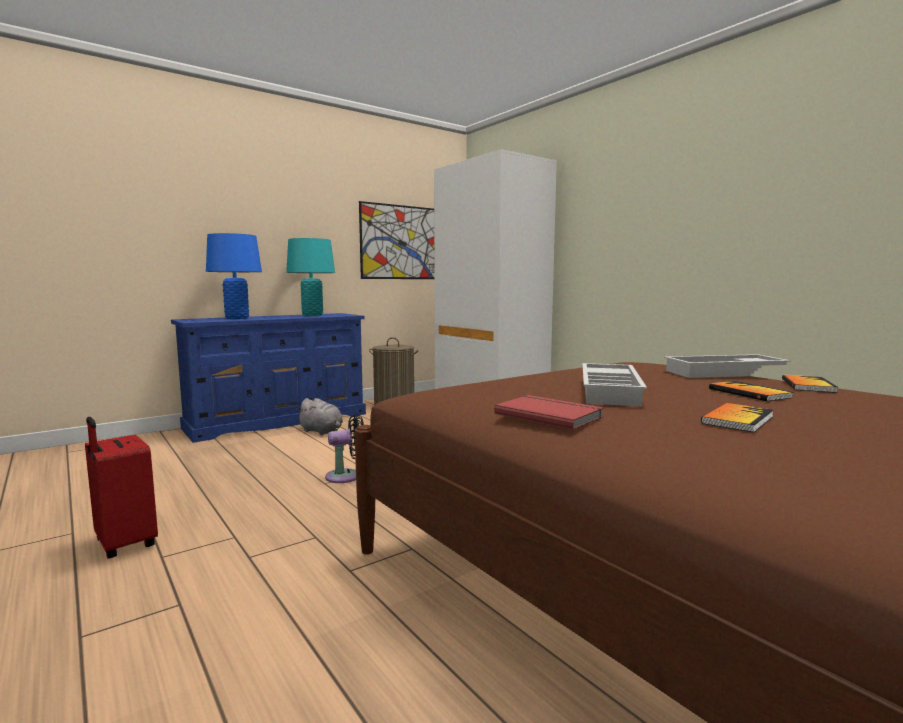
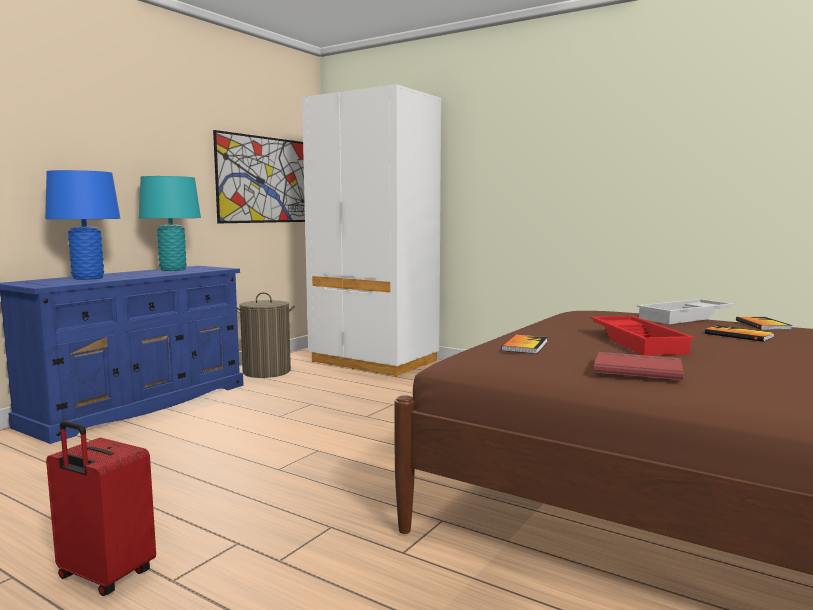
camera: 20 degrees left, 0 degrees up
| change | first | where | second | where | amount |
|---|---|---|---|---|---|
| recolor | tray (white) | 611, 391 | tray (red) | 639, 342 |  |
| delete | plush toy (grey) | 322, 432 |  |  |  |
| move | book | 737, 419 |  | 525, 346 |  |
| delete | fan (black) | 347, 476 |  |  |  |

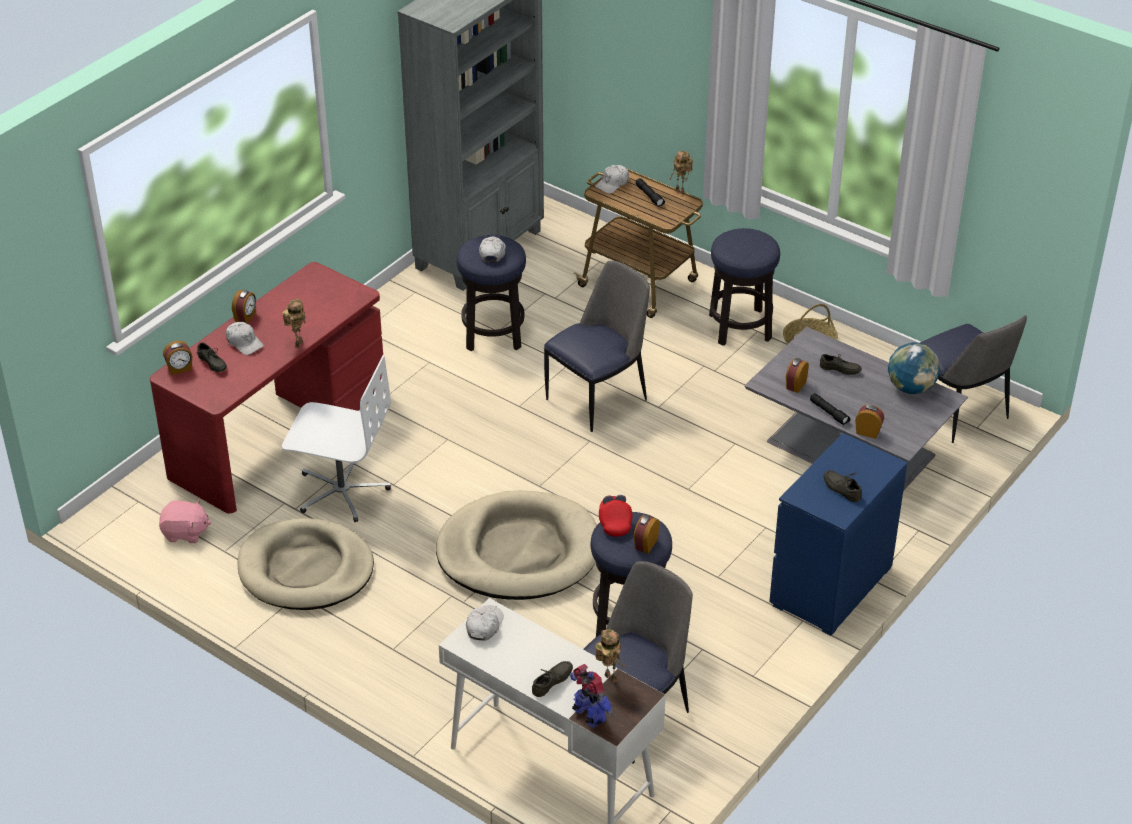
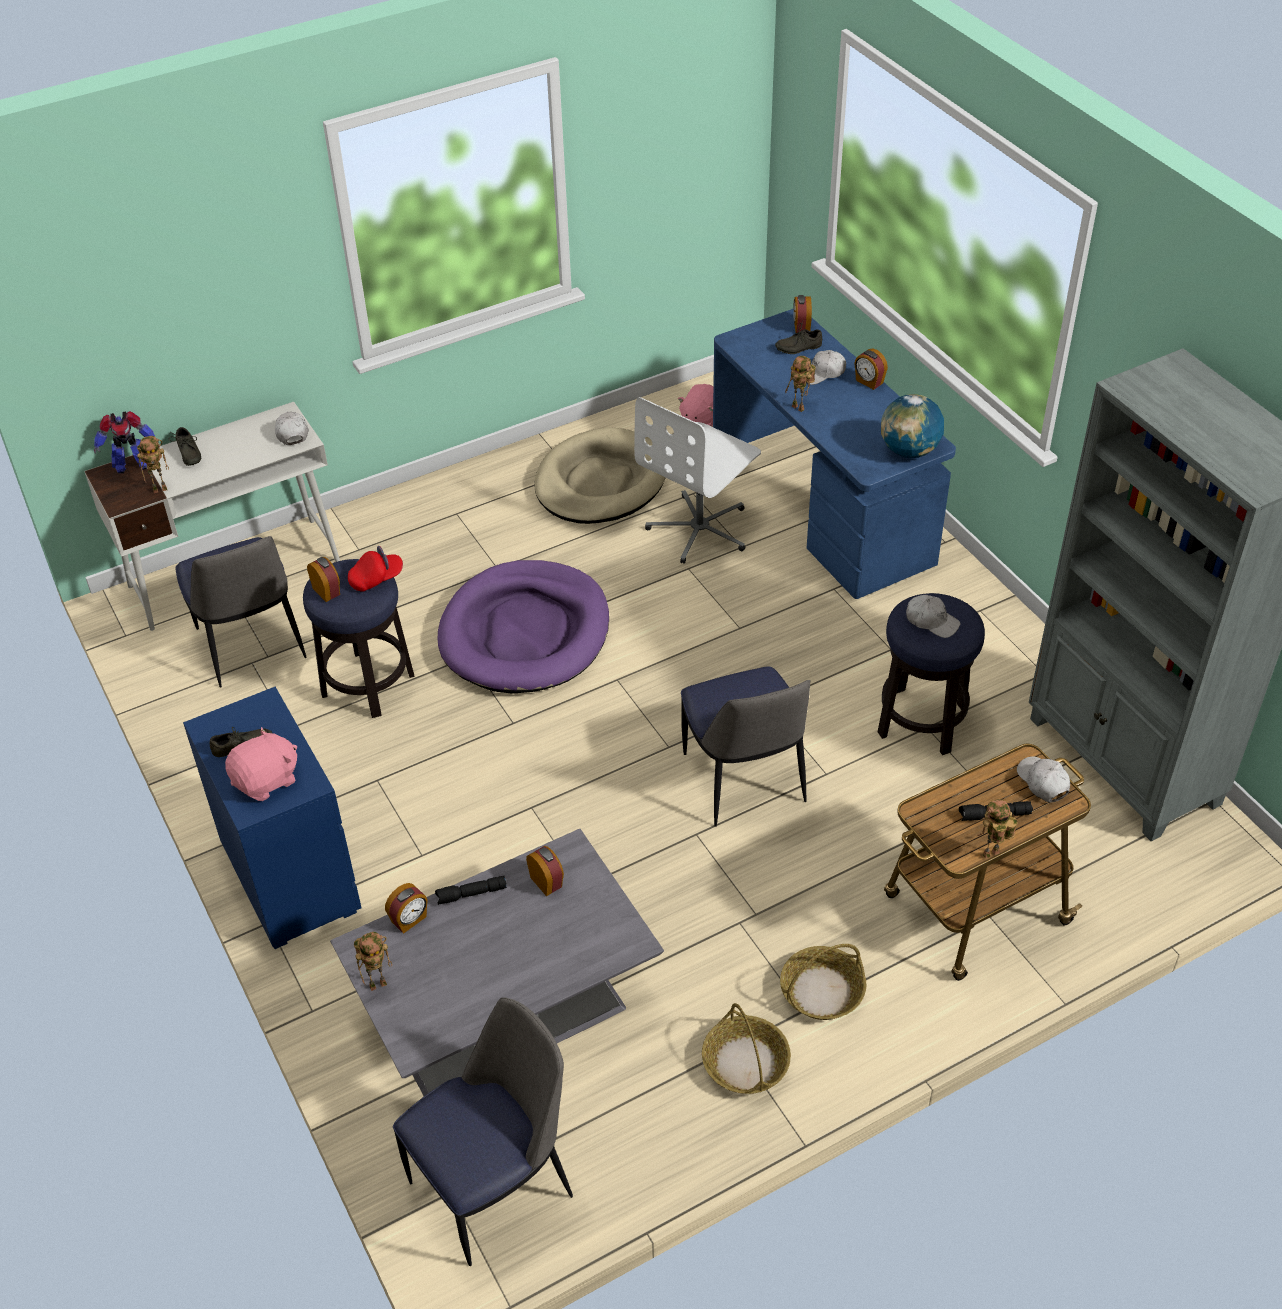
camera: 115 degrees right, 5 degrees up
| change | first | where | second | where | amount |
|---|---|---|---|---|---|
| replace | stool | 740, 327 | basket | 821, 992 |  |
| recolor | desk (red) | 278, 432 | desk (blue) | 822, 505 |  |
| rotate | chair | 958, 412 |  | 495, 1185 | 150 degrees clockwise |
| move | globe | 911, 388 |  | 909, 451 |  |
| delete | shoe (grey) | 839, 370 |  |  |  |
| recolor | dog bed (beige) | 518, 552 | dog bed (purple) | 525, 633 |  |
| rotate | cap (red) | 614, 522 |  | 376, 579 | 45 degrees counterclockwise |
| rotate | cap (white) | 484, 625 |  | 291, 432 | 150 degrees counterclockwise |
| insert |  |  | plush toy (pink) | 267, 780 |  |
| insert |  |  | toy robot | 378, 983 |  |

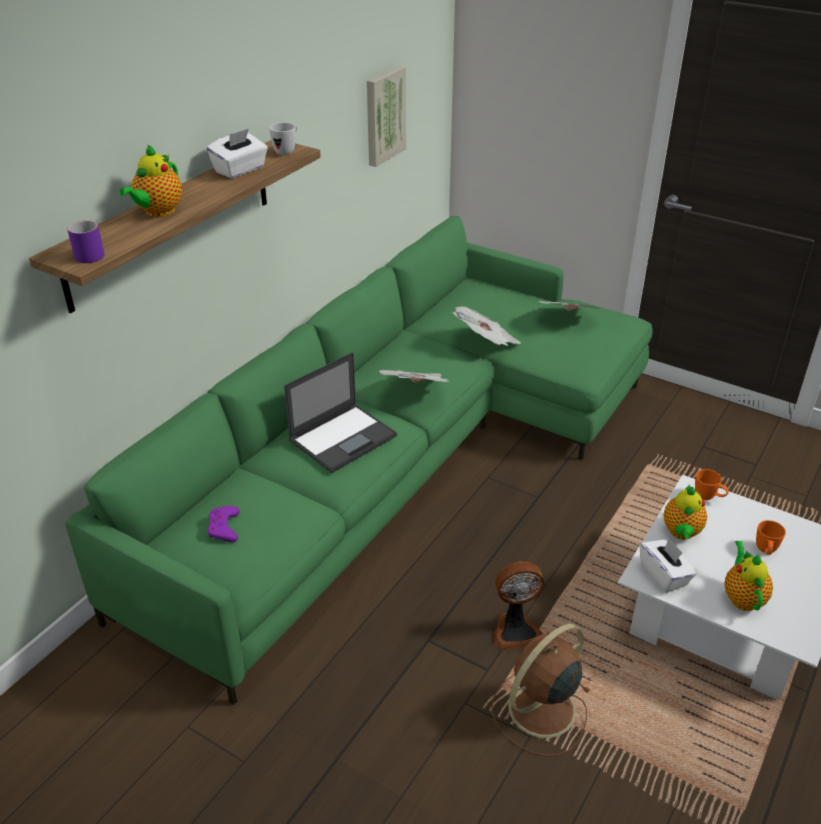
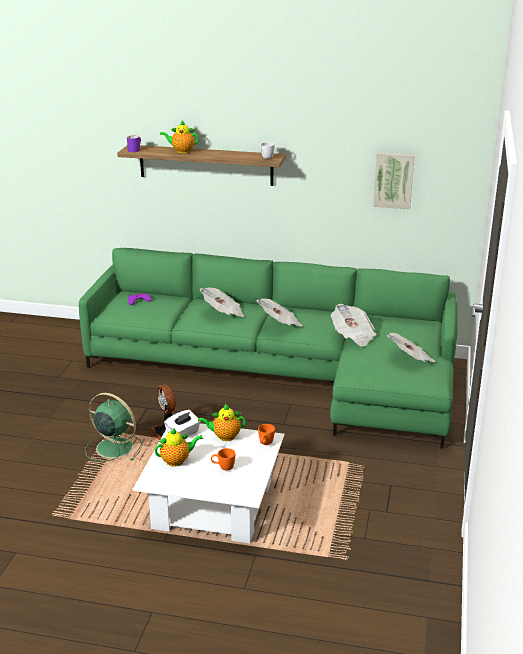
camera: 70 degrees right, 10 degrees down
| change | first | where | second | where | amount |
|---|---|---|---|---|---|
| delete | tissue box (white) | 240, 170 |  |  |  |
| replace | laptop | 343, 437 | newspaper | 223, 313 |  |
| recolor | fan (brown) | 539, 710 | fan (green) | 113, 447 |  |

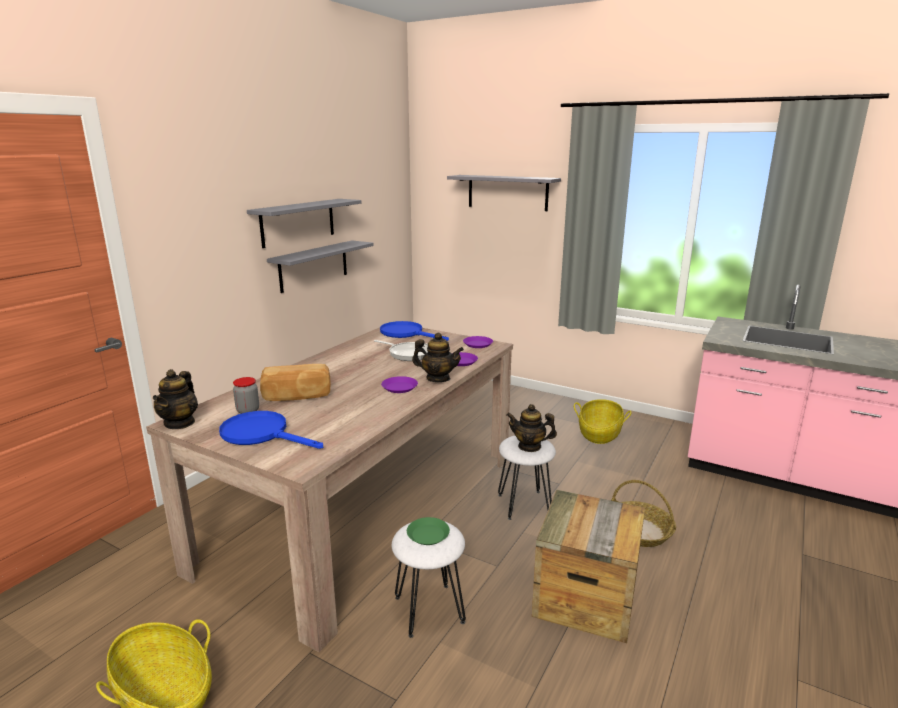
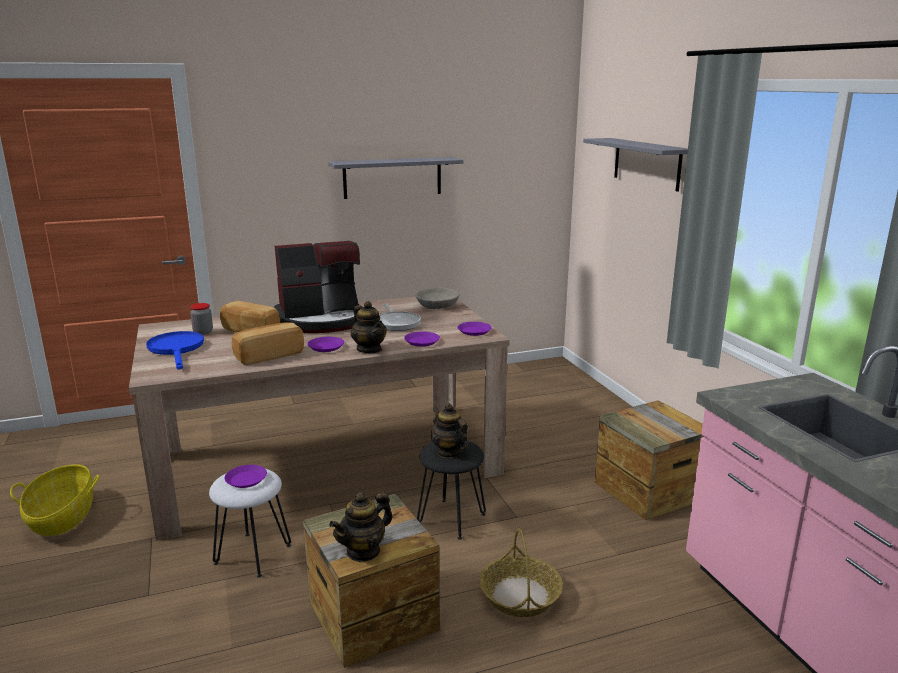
camera: 40 degrees right, 0 degrees up
| change | first | where | second | where | amount |
|---|---|---|---|---|---|
| delete | shelf (grey) | 314, 266 |  |  |  |
| replace | frying pan (blue) | 406, 333 | bowl (grey) | 437, 306 |  |
| move | teapot | 180, 423 |  | 363, 551 |  |
| replace | basket | 599, 433 | crate | 648, 490 |  |
| recolor | stool (white) | 524, 505 | stool (black) | 451, 519 |  |
| recolor | plate (green) | 428, 534 | plate (purple) | 246, 479 |  |
| insert |  |  | coffee machine | 322, 320 |  |
| insert |  |  | bread | 268, 355 |  |

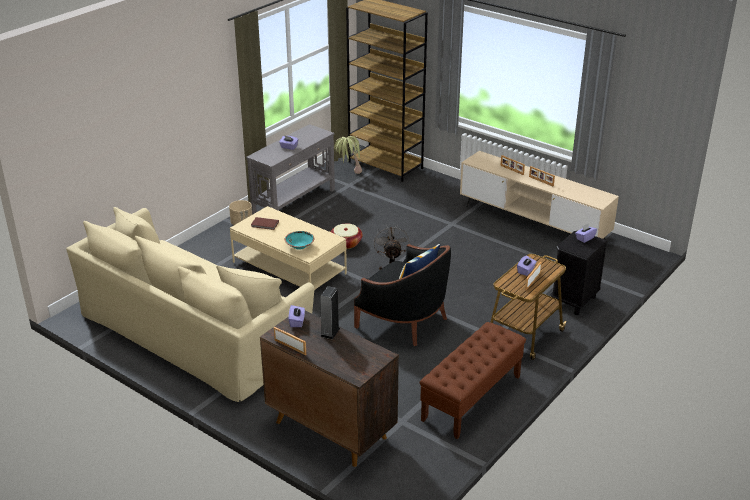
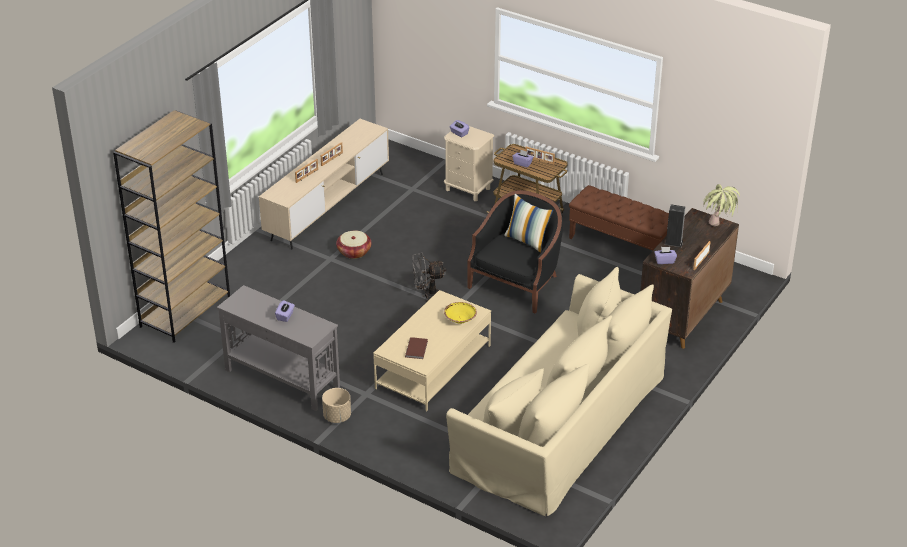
camera: 95 degrees left, 5 degrees up
| change | first | where | second | where | amount |
|---|---|---|---|---|---|
| move | potted plant | 348, 173 |  | 717, 231 |  |
| move | basket | 346, 243 |  | 354, 252 |  |
| recolor | bowl (turquoise) | 299, 246 | bowl (yellow) | 460, 319 |  |
| recolor | nightstand (black) | 574, 301 | nightstand (beige) | 468, 189 |  |

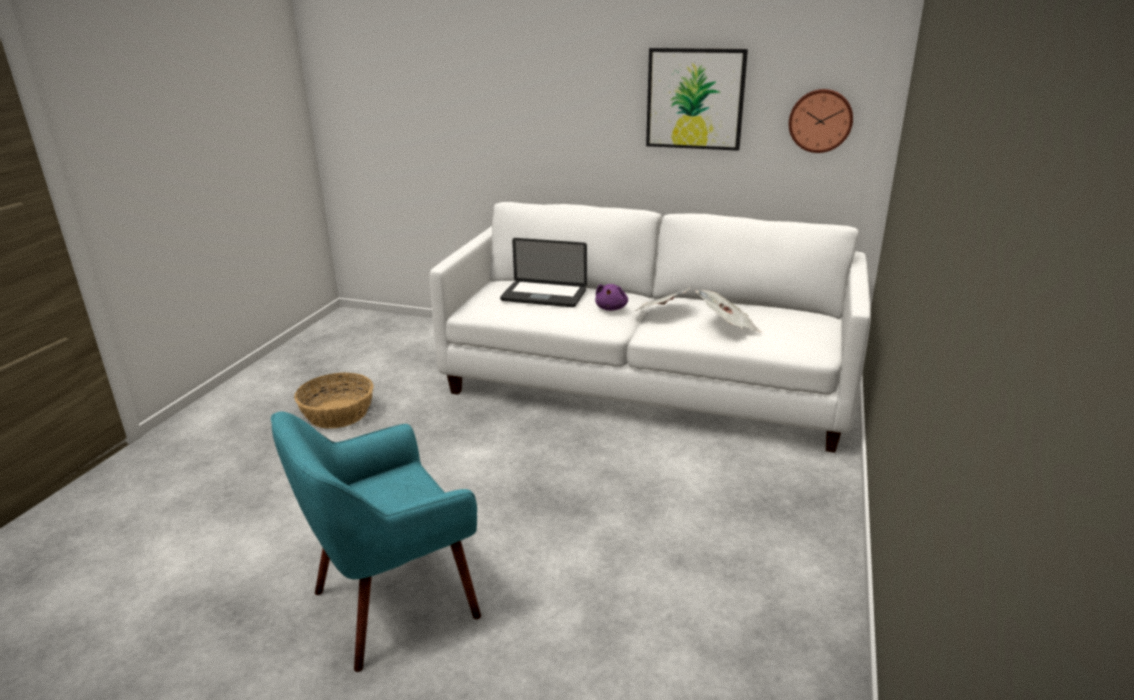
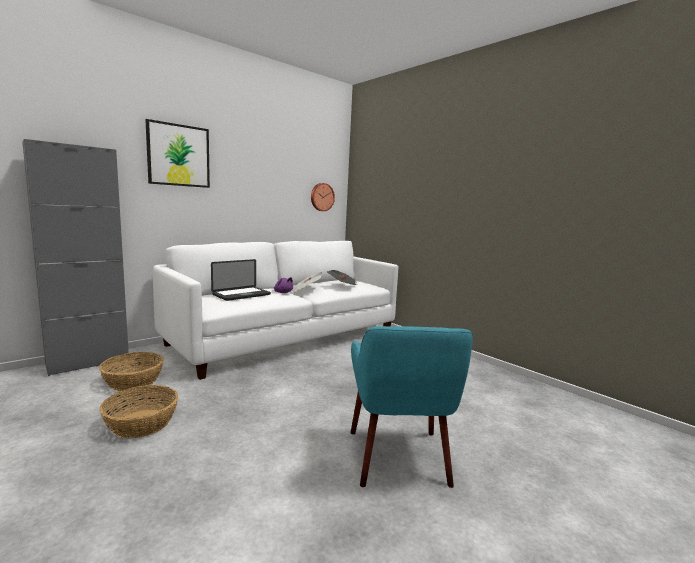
camera: 60 degrees left, 15 degrees down
| change | first | where | second | where | amount |
|---|---|---|---|---|---|
| move | picture | 695, 99 |  | 178, 155 |  |
| insert |  |  | cabinet (grey) | 88, 363 |  |
| insert |  |  | basket | 133, 381 |  |

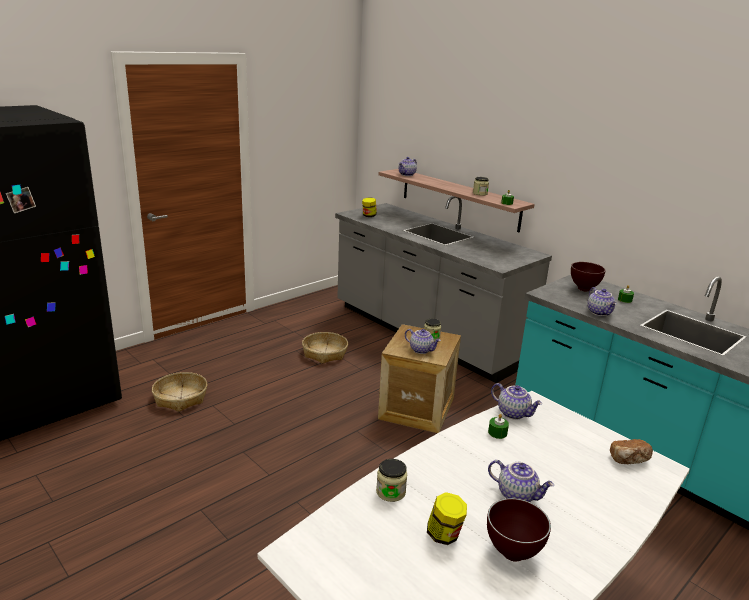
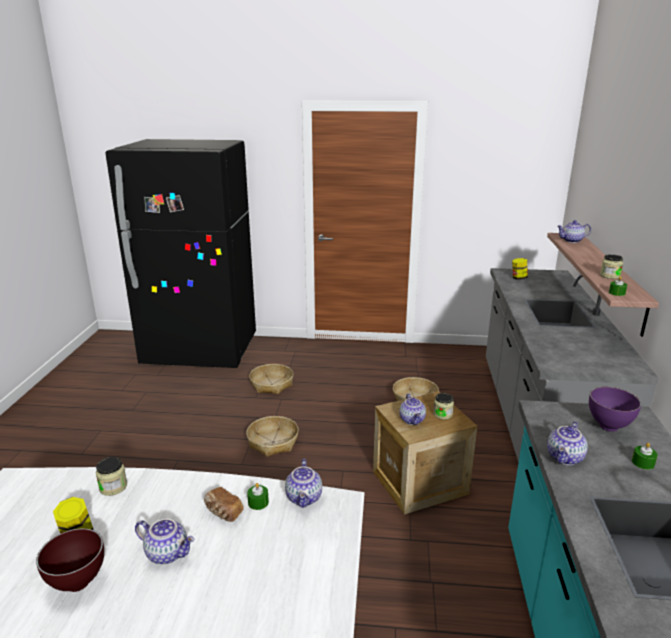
camera: 50 degrees right, 0 degrees up
| change | first | where | second | where | amount |
|---|---|---|---|---|---|
| recolor | bowl (brown) | 584, 289 | bowl (purple) | 609, 427 |  |
| move | bread | 629, 460 |  | 223, 513 |  |
| rotate | teapot | 517, 495 |  | 168, 553 | 60 degrees counterclockwise |
| insert |  |  | basket | 273, 442 |  |

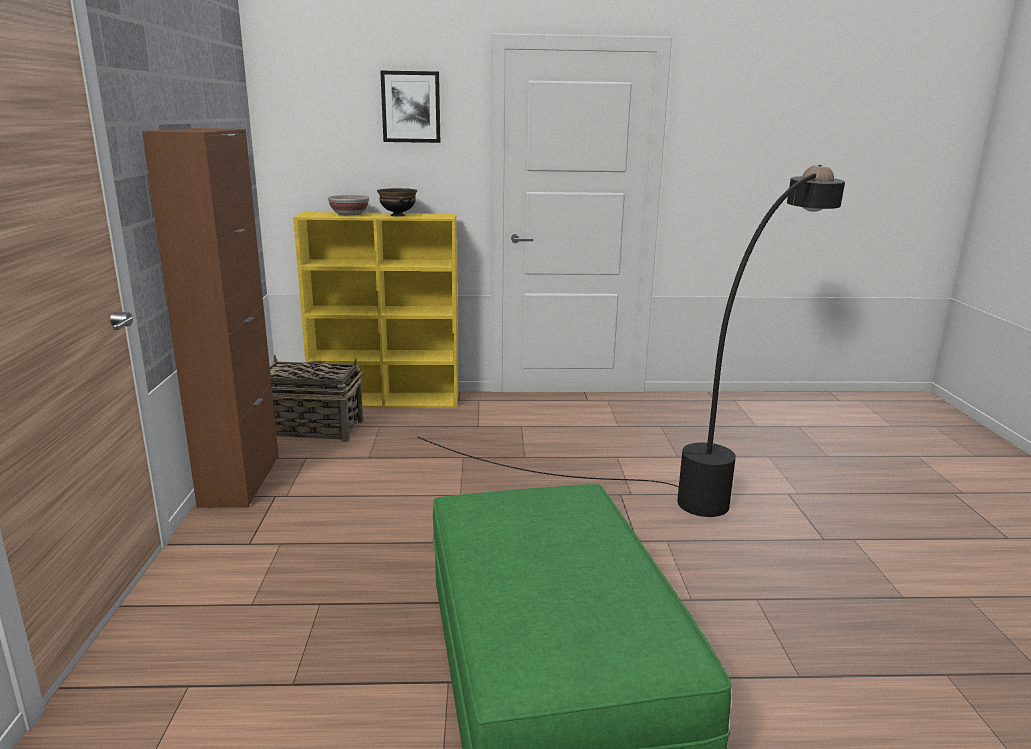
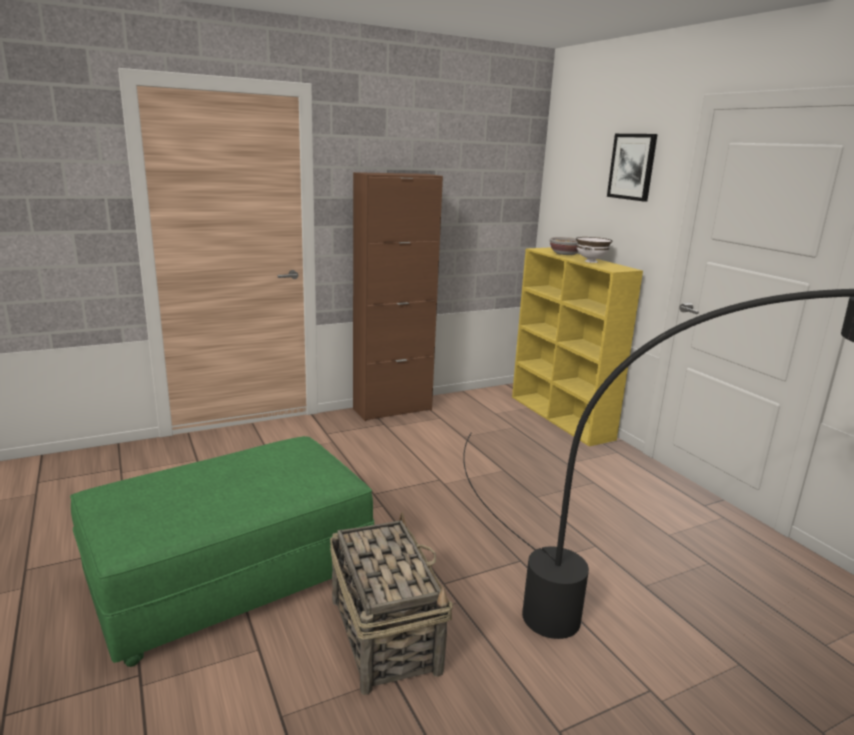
camera: 65 degrees right, 0 degrees up
| change | first | where | second | where | amount |
|---|---|---|---|---|---|
| recolor | bowl (black) | 398, 215 | bowl (white) | 591, 261 |  |
| move | basket | 310, 428 |  | 384, 633 |  |

